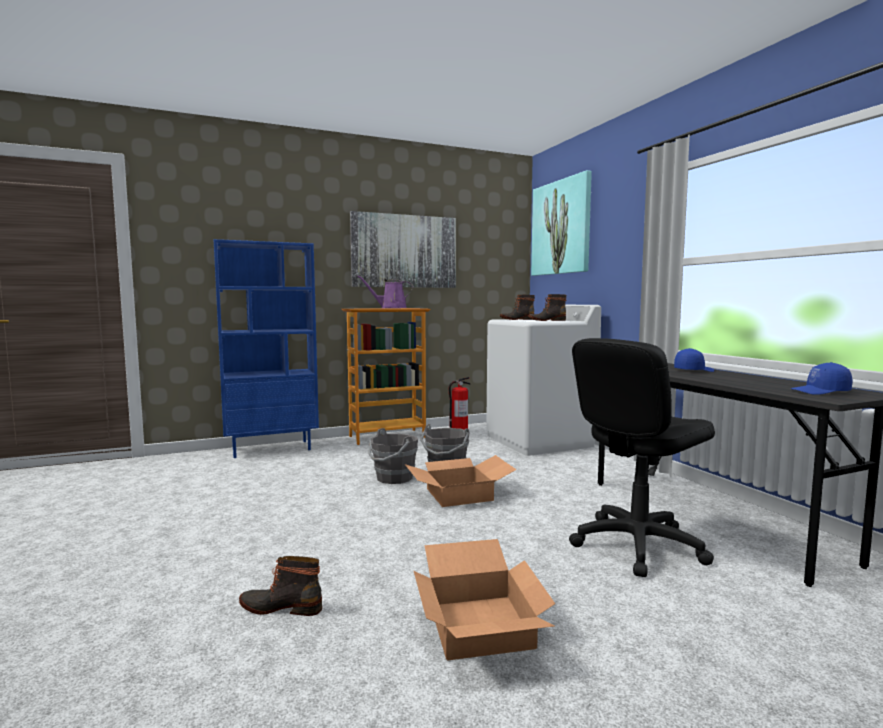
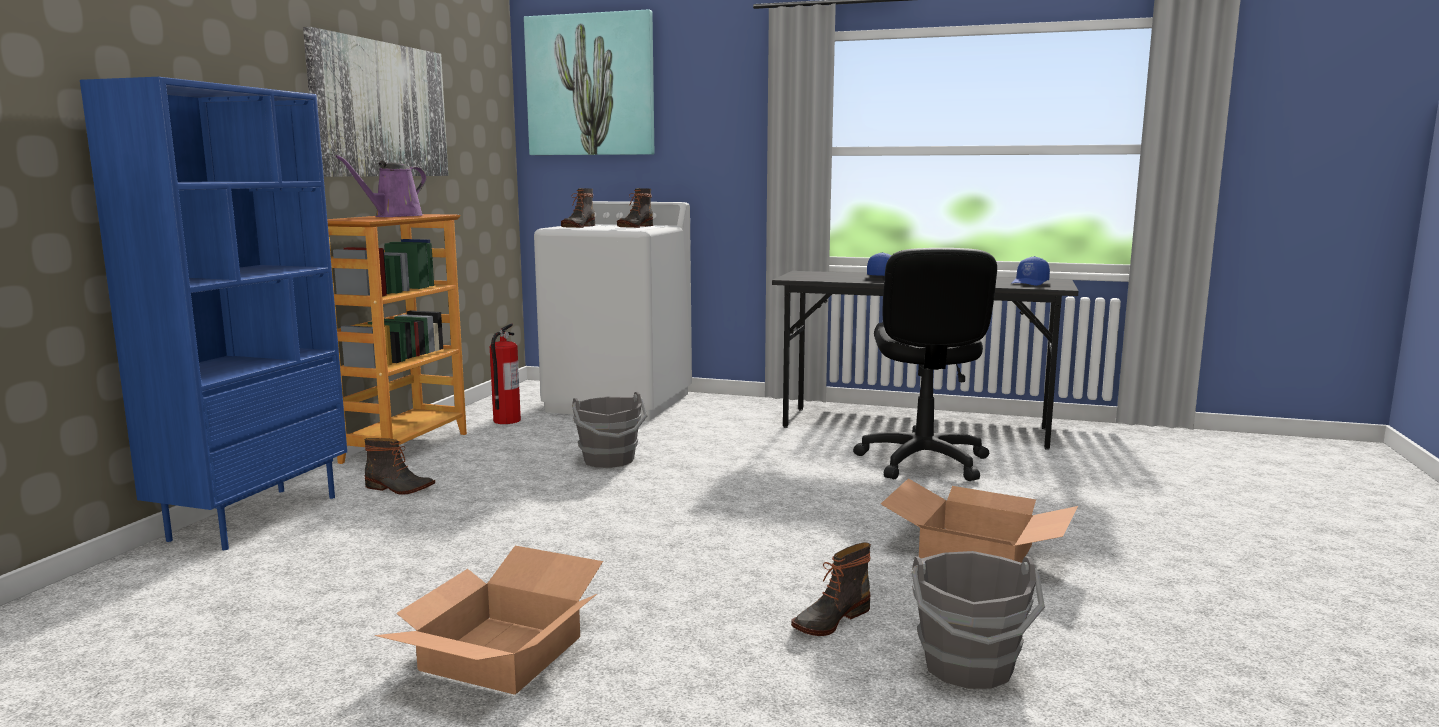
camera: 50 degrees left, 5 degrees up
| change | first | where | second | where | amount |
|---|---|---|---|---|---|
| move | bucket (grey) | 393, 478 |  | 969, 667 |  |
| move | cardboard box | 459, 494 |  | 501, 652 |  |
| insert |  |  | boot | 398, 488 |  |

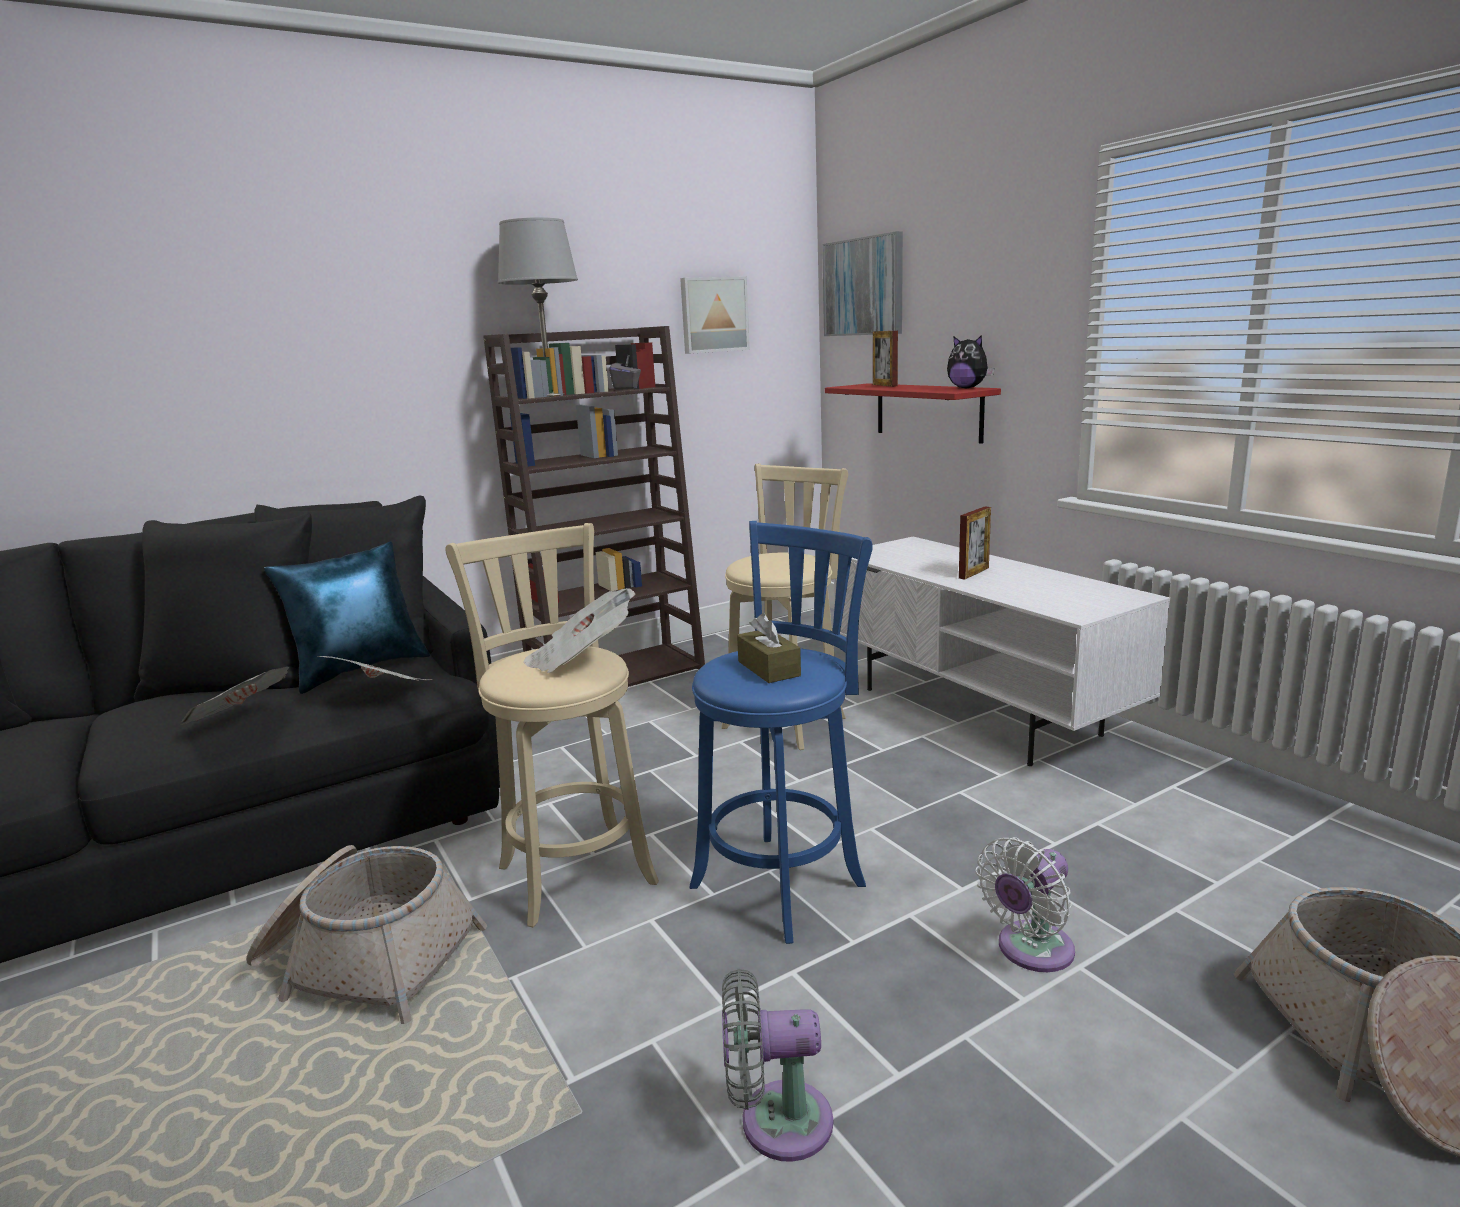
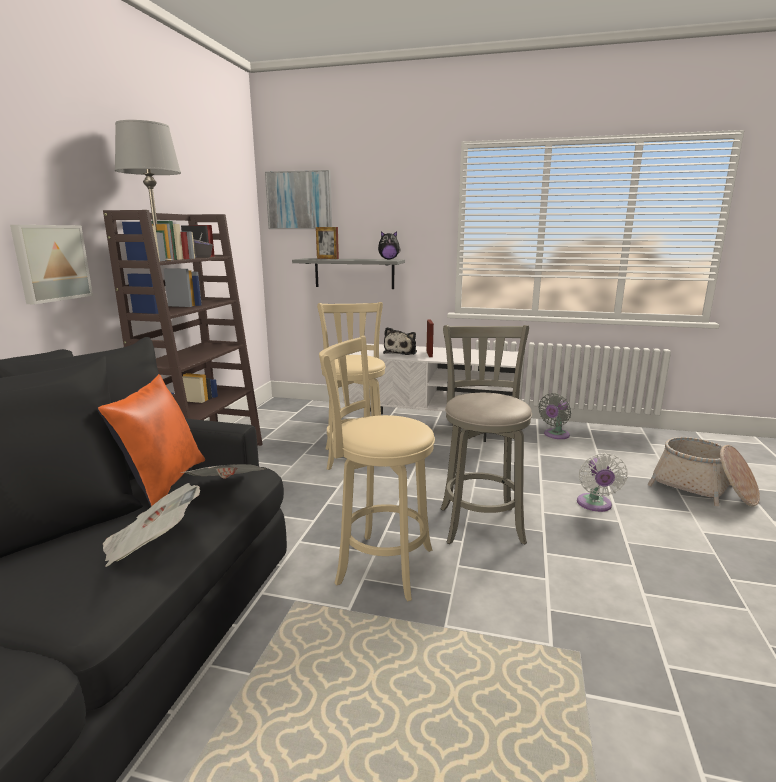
camera: 45 degrees left, 0 degrees up
| change | first | where | second | where | amount |
|---|---|---|---|---|---|
| move | picture | 713, 315 |  | 51, 263 |  |
| recolor | shelf (red) | 928, 411 | shelf (grey) | 354, 273 |  |
| recolor | stool (blue) | 783, 882 | stool (grey) | 480, 522 |  |
| recolor | pillow (blue) | 360, 669 | pillow (orange) | 164, 484 |  |
| delete | newspaper | 581, 659 |  |  |  |
| delete | tissue box (brown) | 769, 668 |  |  |  |
| delete | basket | 366, 959 |  |  |  |
| move | fan (grey) | 776, 1121 |  | 555, 435 |  |
| insert |  |  | plush toy | 401, 352 |  |

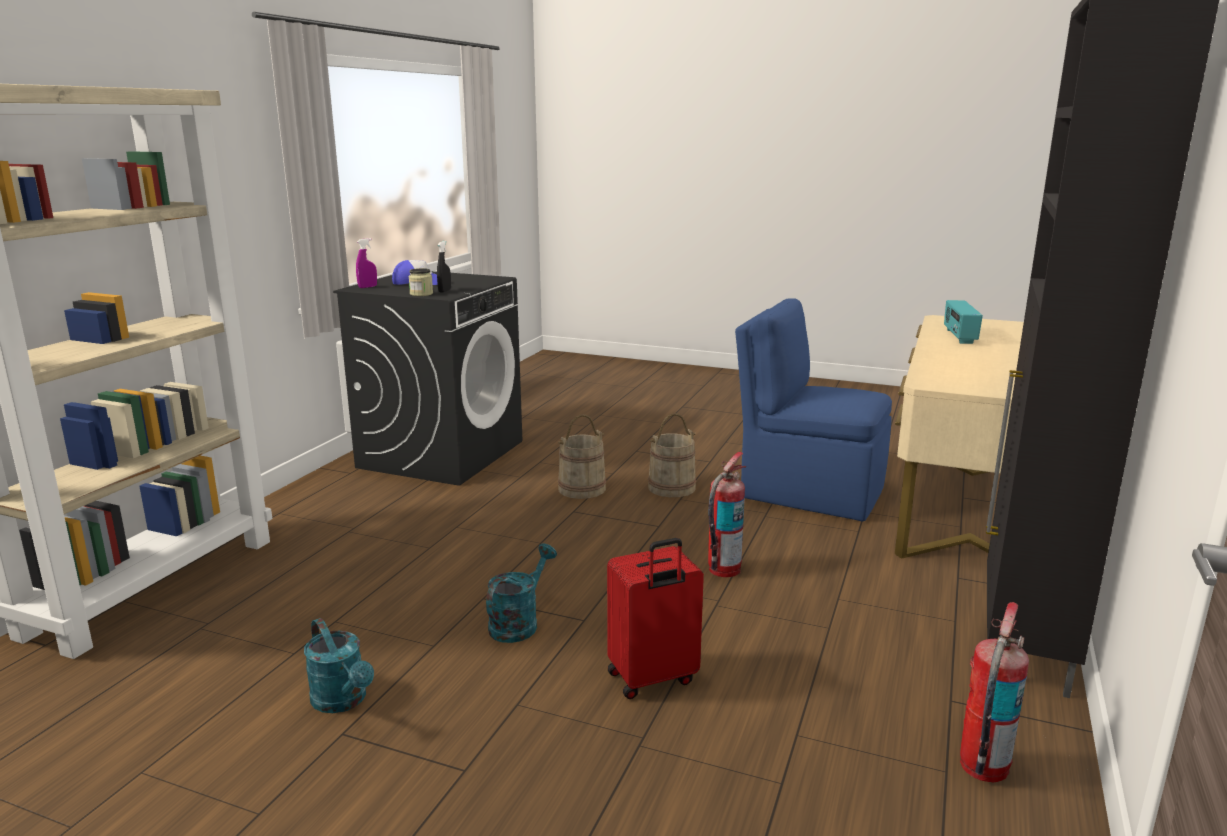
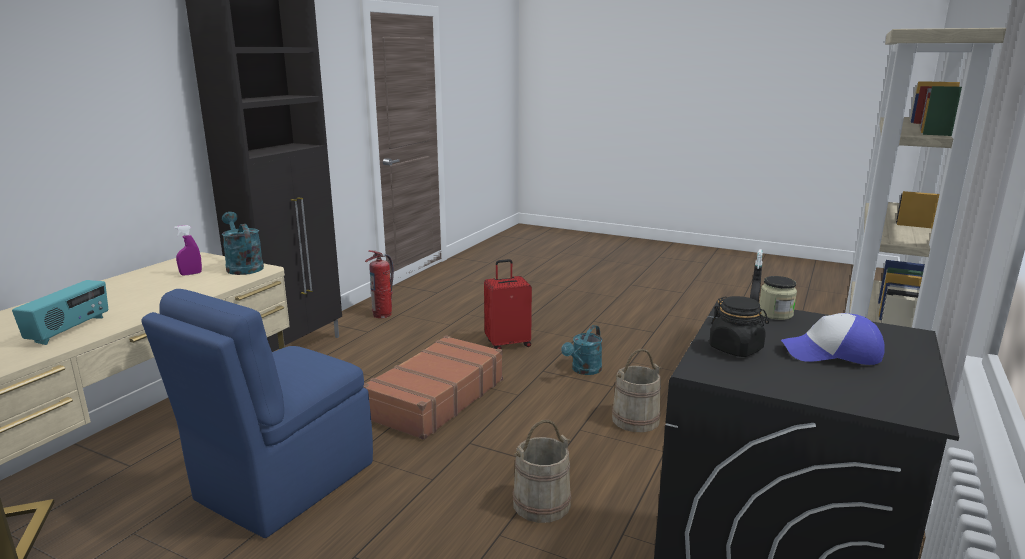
camera: 175 degrees left, 0 degrees up
| change | first | where | second | where | amount |
|---|---|---|---|---|---|
| move | spray bottle (purple) | 367, 287 |  | 191, 274 |  |
| rotate | chair (blue) | 808, 492 |  | 282, 483 | 90 degrees clockwise |
| move | bucket (beige) | 671, 487 |  | 635, 419 |  |
| replace | fire extinguisher | 723, 569 | suitcase (brown) | 435, 399 |  |
| move | watering can (turquoise) | 343, 701 |  | 243, 267 |  |
| insert |  |  | jar (black) | 736, 349 |  |

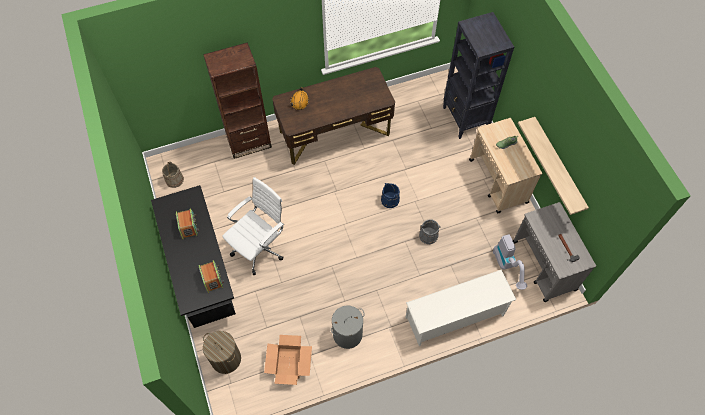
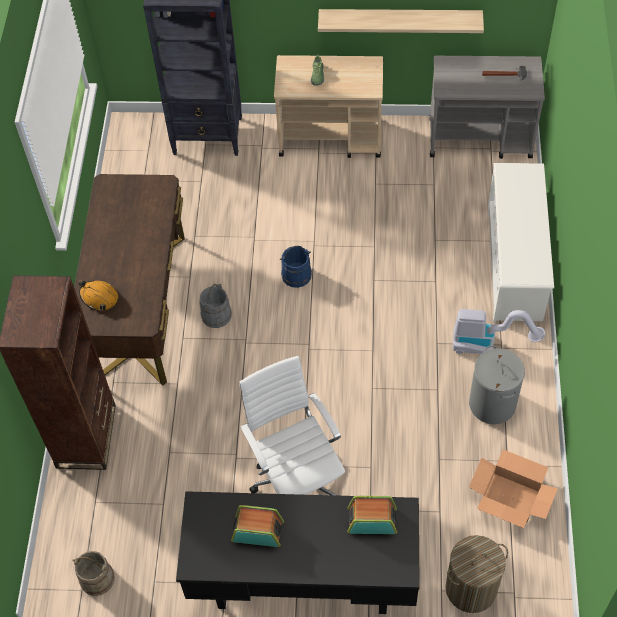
camera: 65 degrees left, 5 degrees down
| change | first | where | second | where | amount |
|---|---|---|---|---|---|
| move | bucket (grey) | 428, 235 |  | 216, 315 |  |
| move | vacuum cleaner | 507, 266 |  | 488, 344 |  |

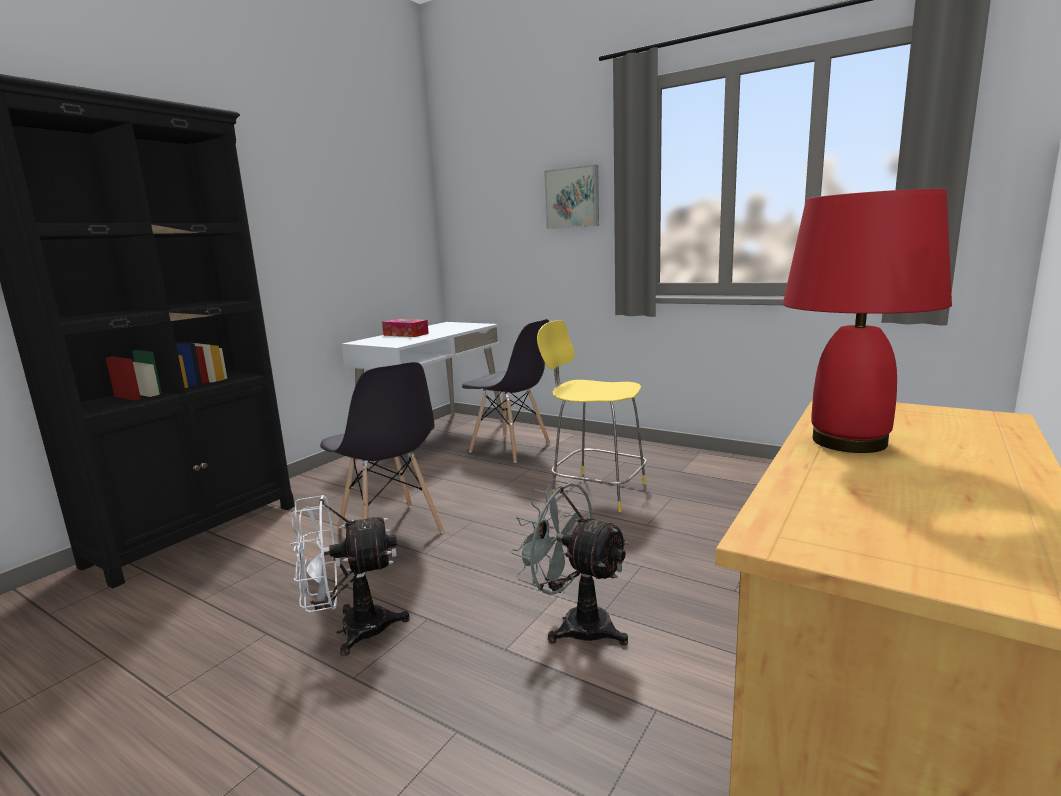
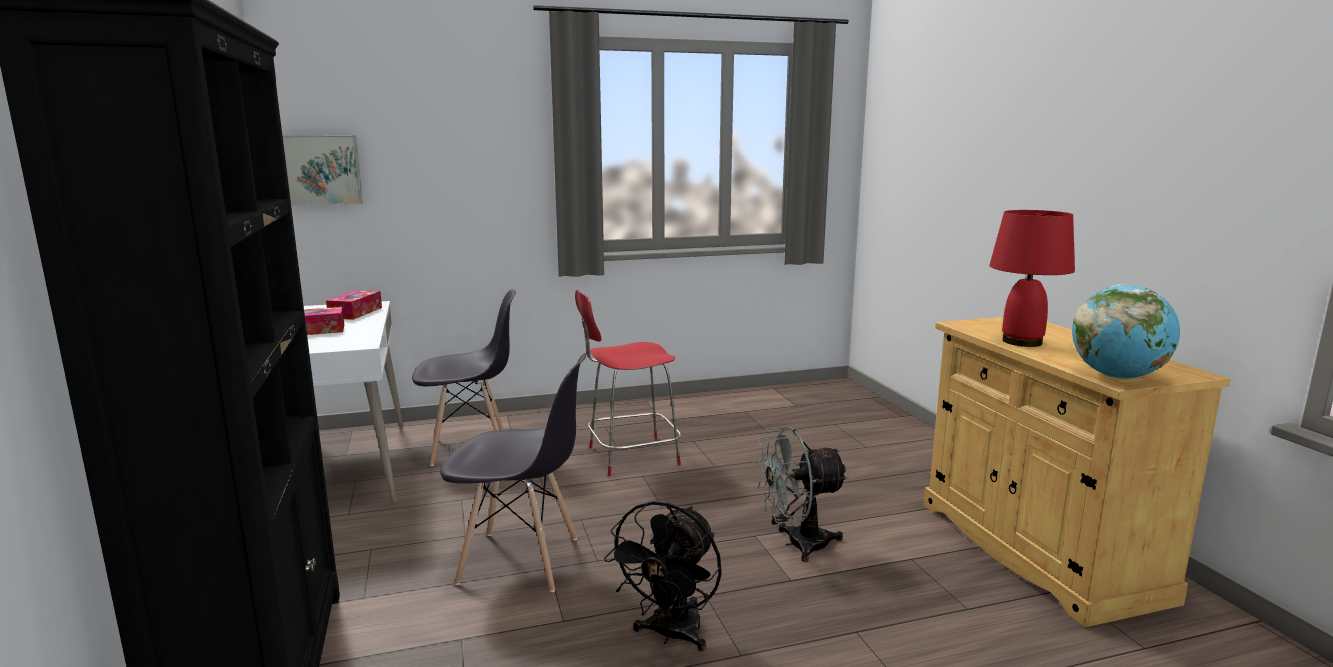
camera: 50 degrees left, 0 degrees up
| change | first | where | second | where | amount |
|---|---|---|---|---|---|
| move | picture | 573, 198 |  | 323, 170 |  |
| recolor | stool (yellow) | 596, 490 | stool (red) | 630, 456 |  |
| recolor | fan (white) | 351, 630 | fan (black) | 671, 635 |  |
| insert |  |  | globe | 1117, 376 |  |
| insert |  |  | tissue box | 355, 313 |  |

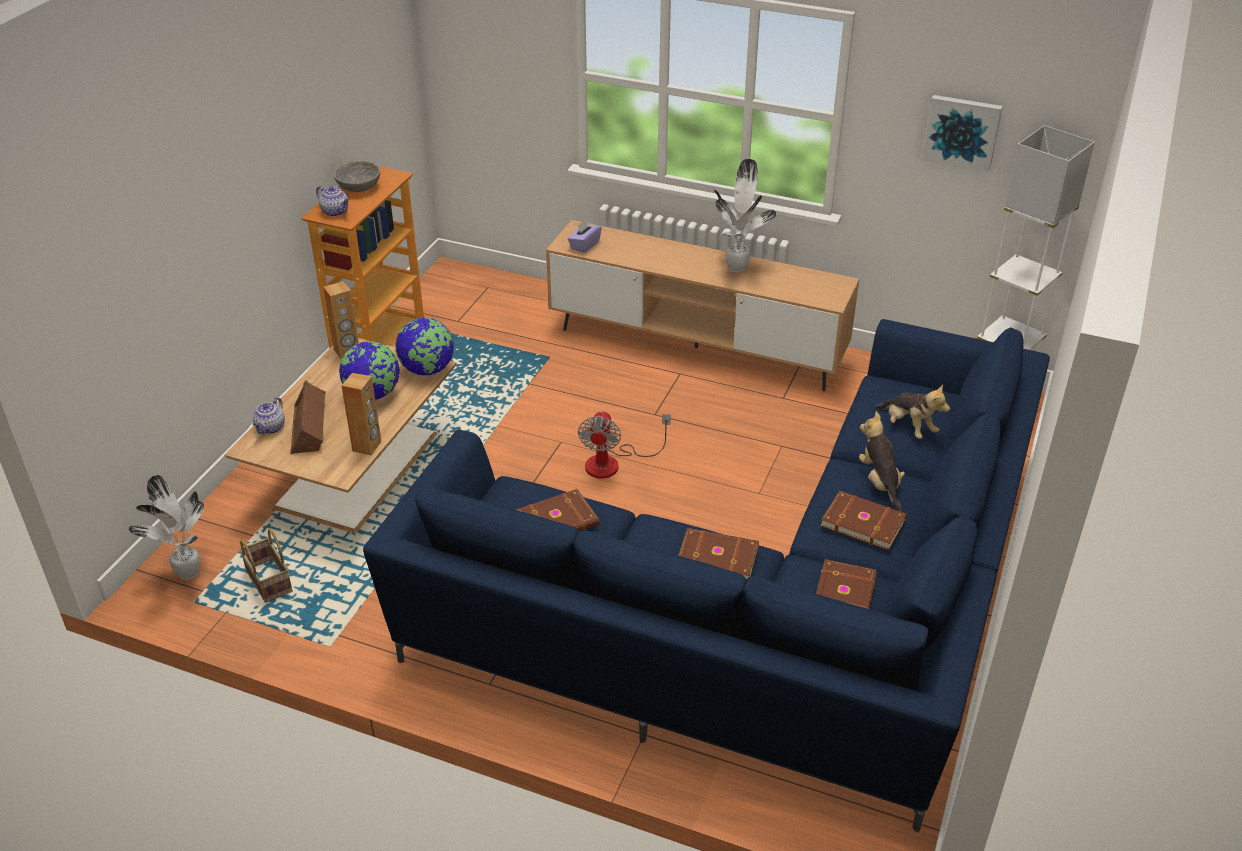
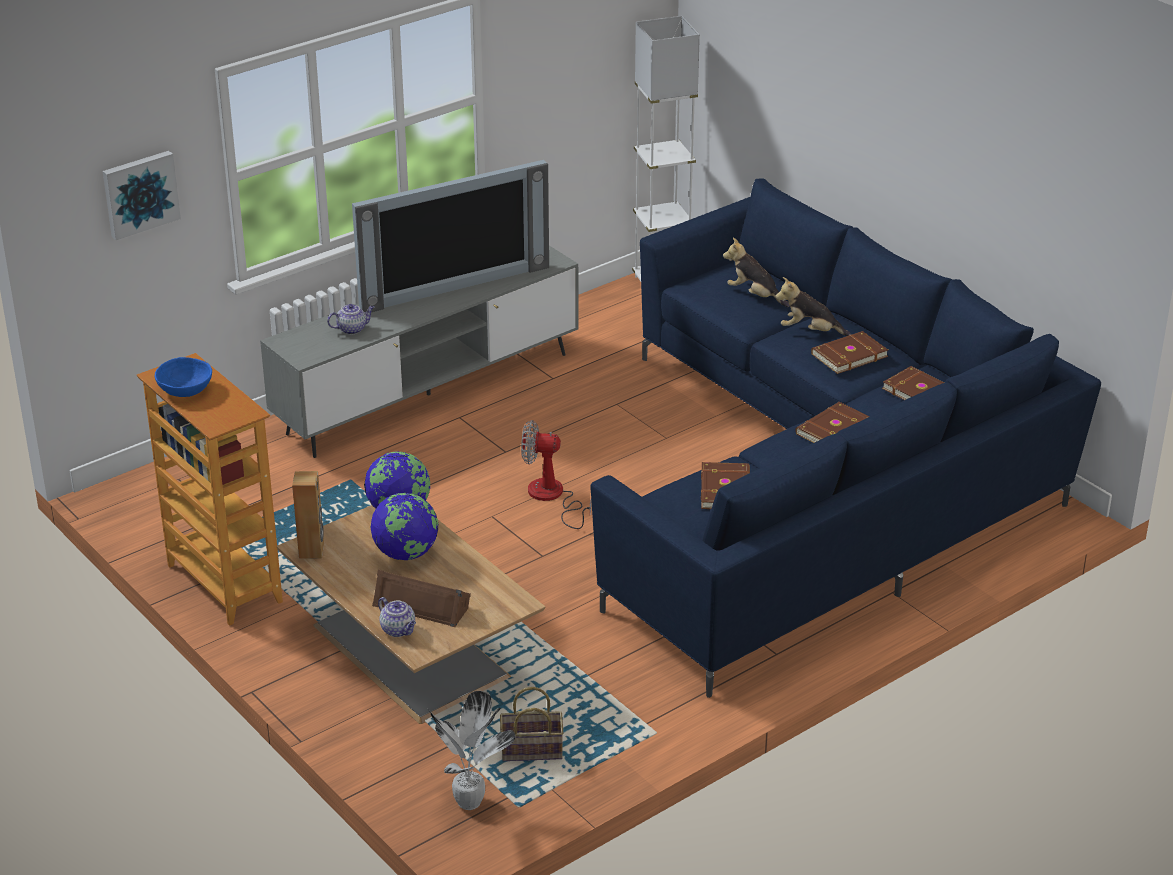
camera: 60 degrees left, 5 degrees down
| change | first | where | second | where | amount |
|---|---|---|---|---|---|
| move | picture | 962, 132 |  | 140, 193 |  |
| replace | potted plant | 737, 267 | television | 452, 285 |  |
| recolor | bowl (grey) | 359, 186 | bowl (blue) | 185, 389 |  |
| move | teapot | 335, 212 |  | 352, 329 |  |
| delete | tissue box (purple) | 584, 245 |  |  |  |
| recolor | tv stand (brown) | 696, 347 | tv stand (grey) | 429, 394 |  |
| delete | speaker (brown) | 367, 446 |  |  |  |
| rotate | plush toy | 908, 427 |  | 754, 295 | 135 degrees counterclockwise |
| rotate | fan | 613, 463 |  | 552, 497 | 150 degrees clockwise |

